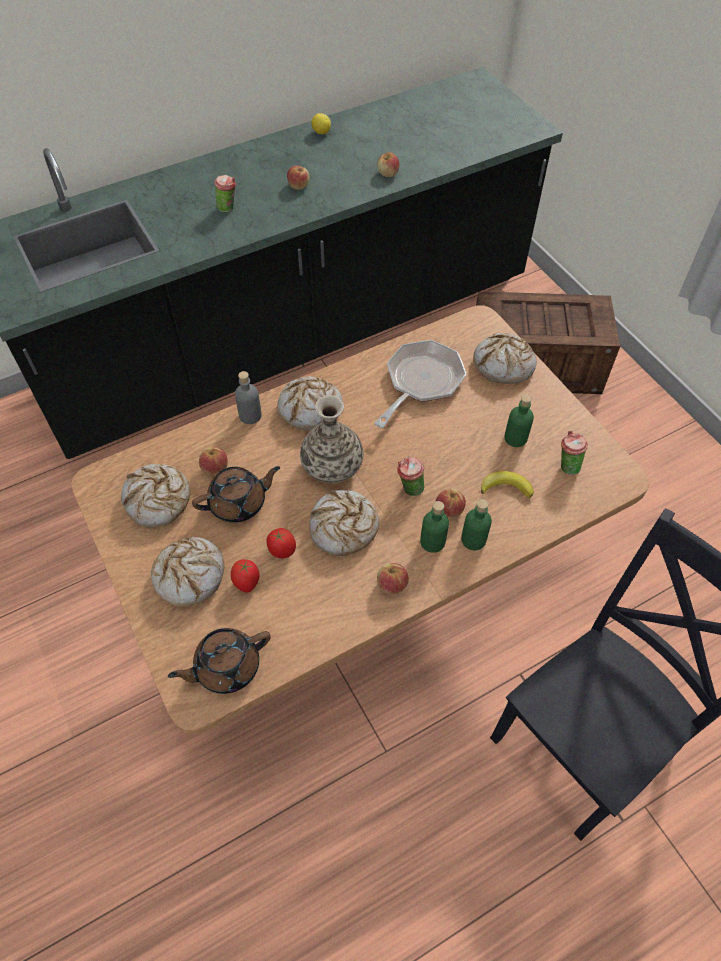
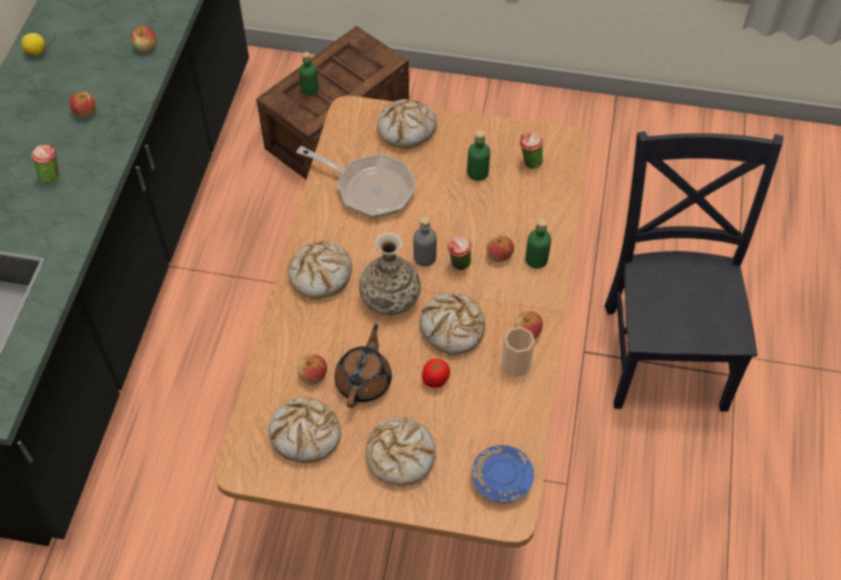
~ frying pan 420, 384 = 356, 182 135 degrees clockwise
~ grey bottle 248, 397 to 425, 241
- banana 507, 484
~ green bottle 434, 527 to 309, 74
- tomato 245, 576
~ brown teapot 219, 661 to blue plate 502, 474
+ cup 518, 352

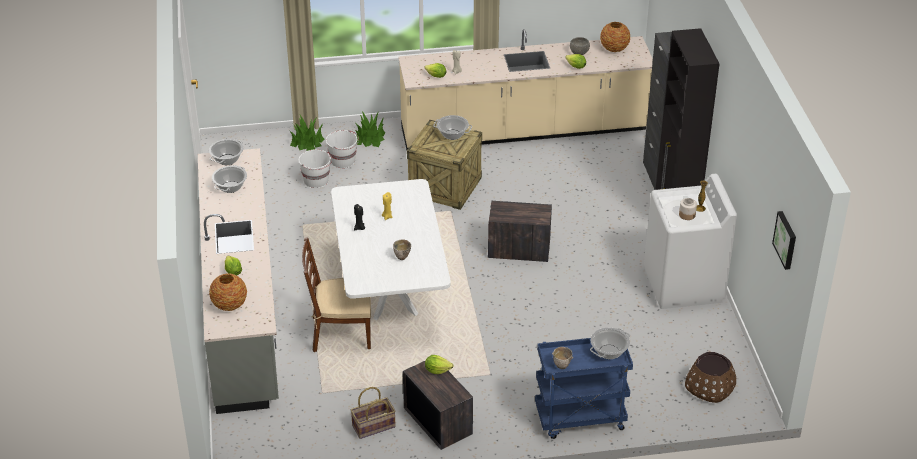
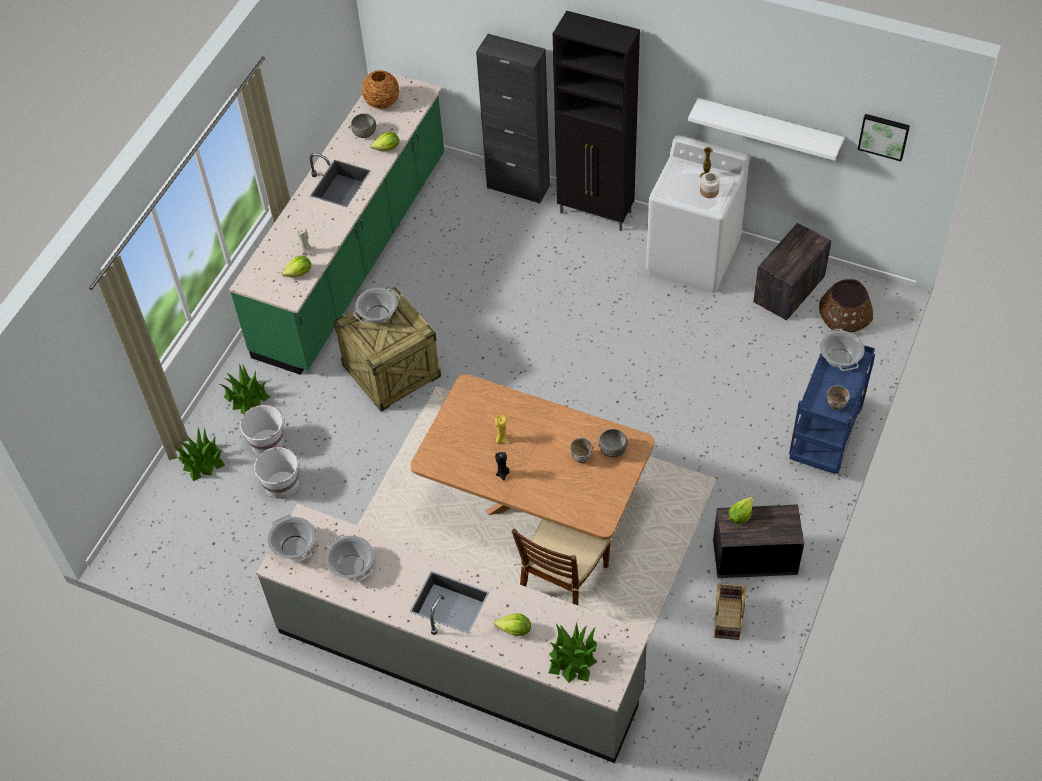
~ beige counter 525, 89 to green counter 336, 222
~ white dining table 390, 249 to brown dining table 532, 457
~ crate 520, 231 to 792, 271
~ vase 228, 292 to potted plant 572, 652
+ white shelf 766, 129
+ grey bowl 613, 443

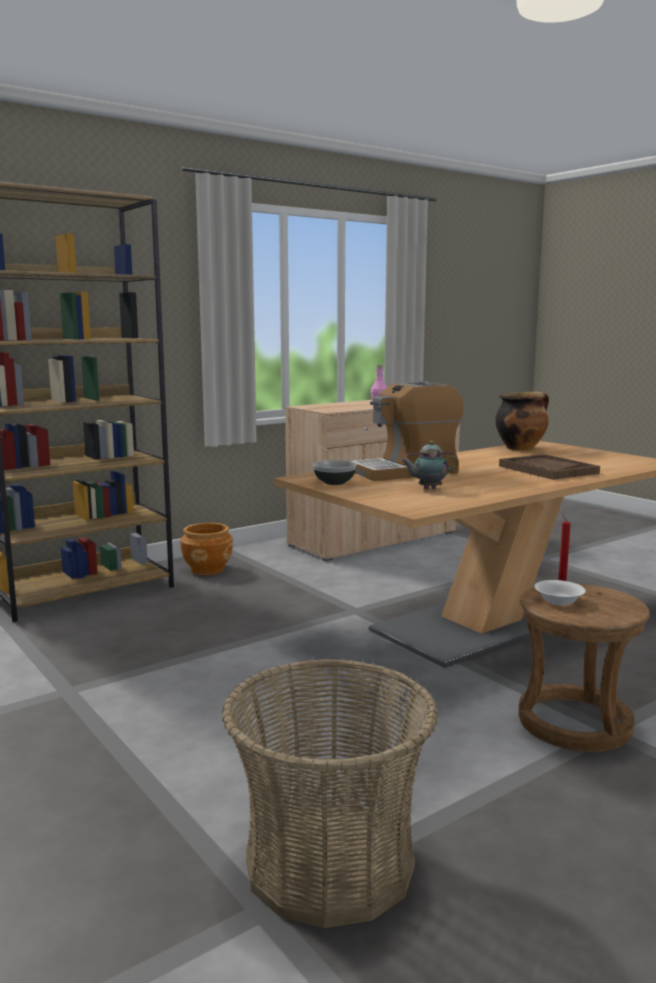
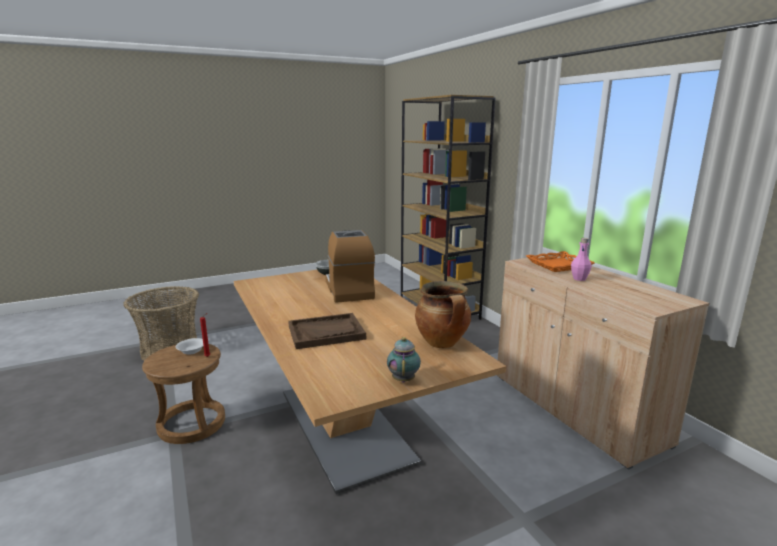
~ teapot 429, 465 to 404, 359
- brown planter 206, 549
+ orange tray 560, 261

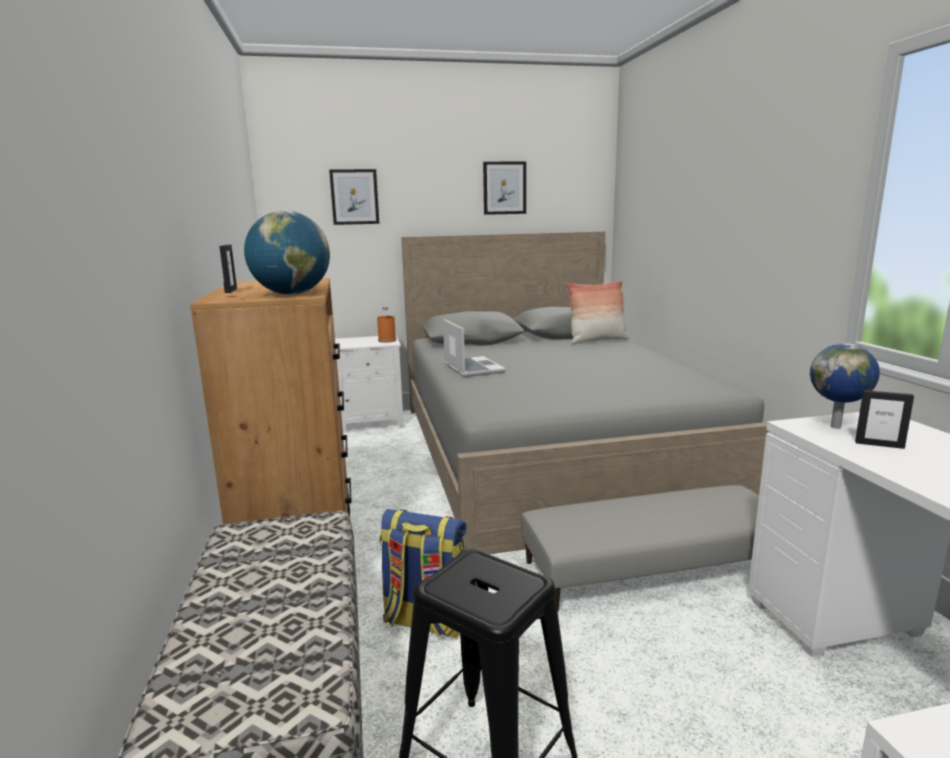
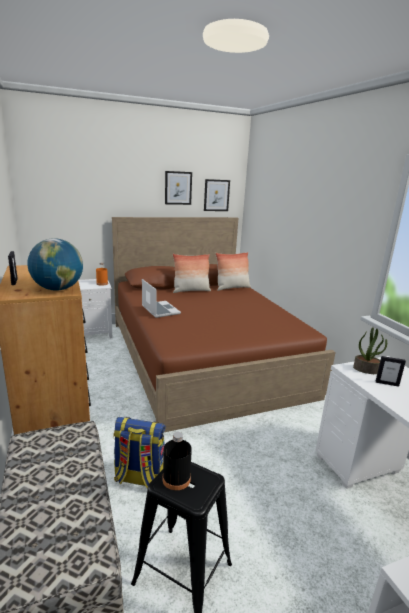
~ picture 354, 197 to 217, 195
~ grey bed 585, 392 to brown bed 223, 324
~ globe 845, 386 to potted plant 370, 350
- grey ottoman 640, 548
+ pillow 192, 273
+ black bottle 177, 461

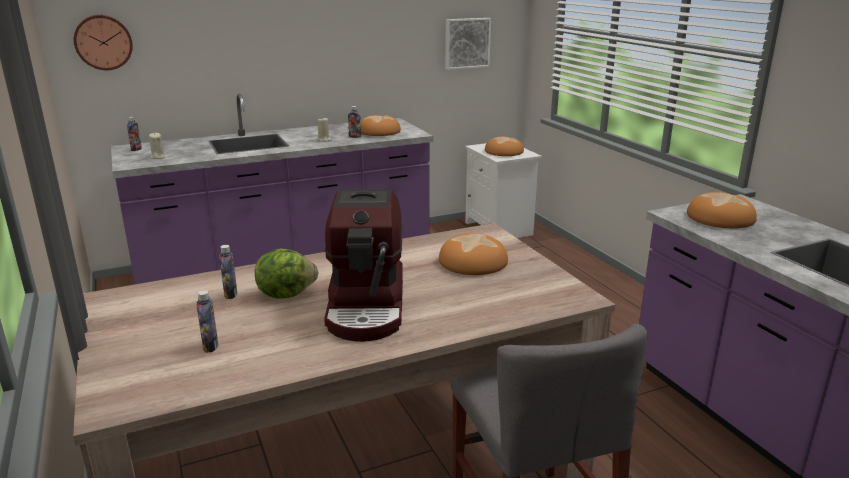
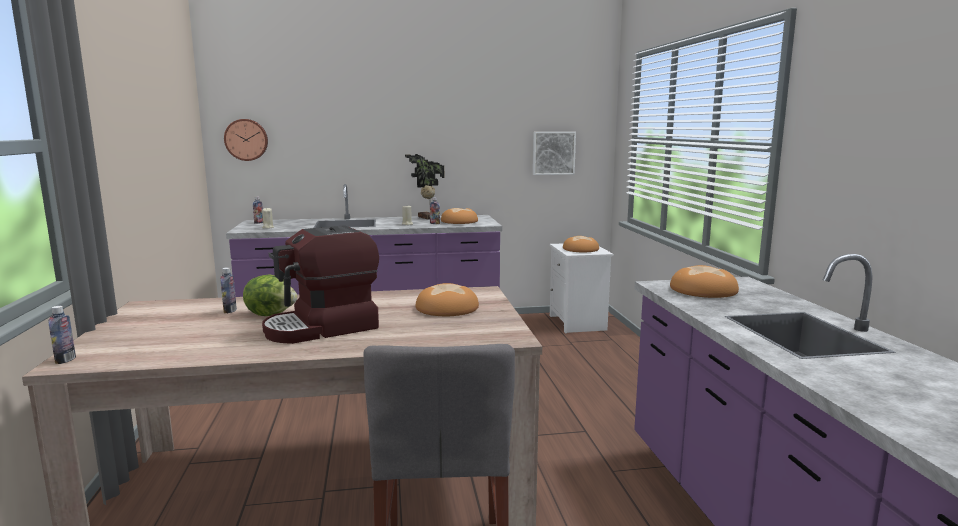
~ coffee machine 363, 265 = 320, 284 45 degrees clockwise
~ bottle 207, 321 to 62, 335
+ potted plant 424, 187

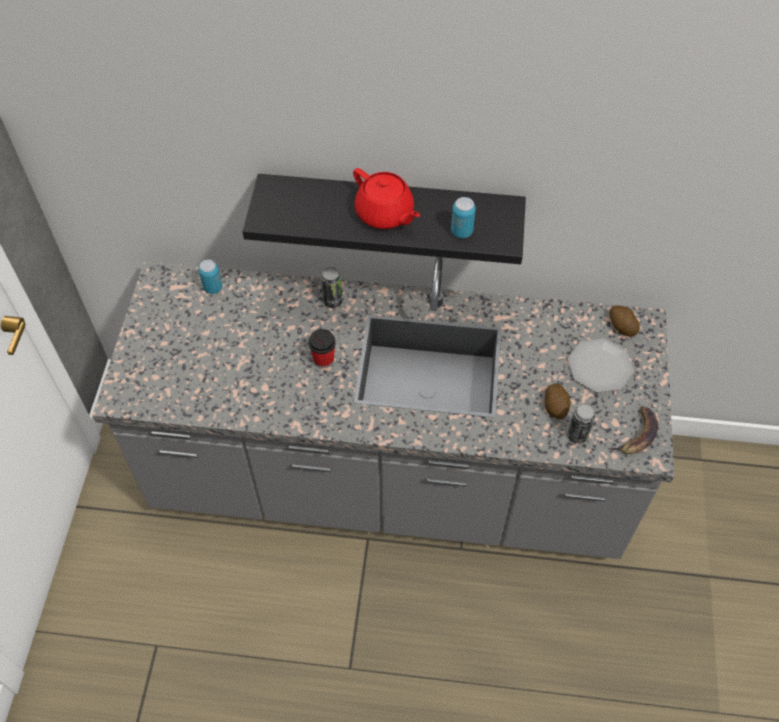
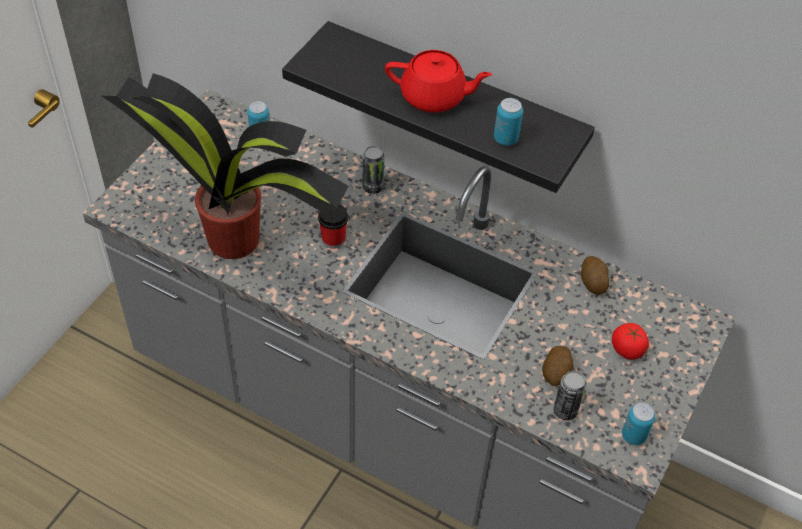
~ red teapot 386, 198 = 438, 81 60 degrees counterclockwise
~ potato 625, 321 to 595, 275
~ plate 601, 366 to tomato 630, 341
~ banana 633, 430 to can 638, 424
+ potted plant 225, 166

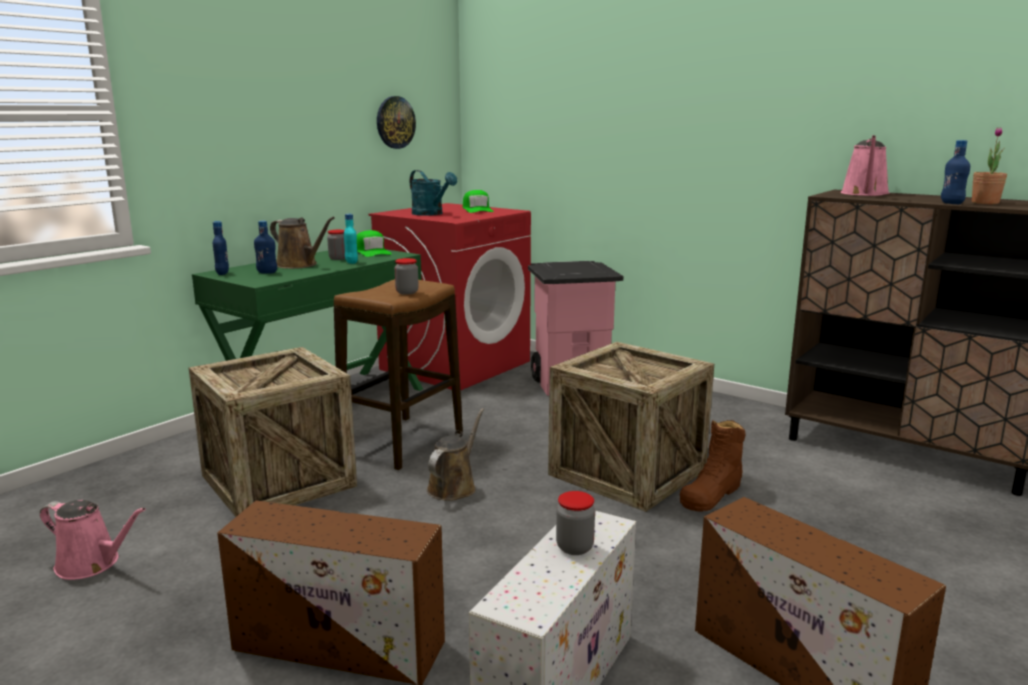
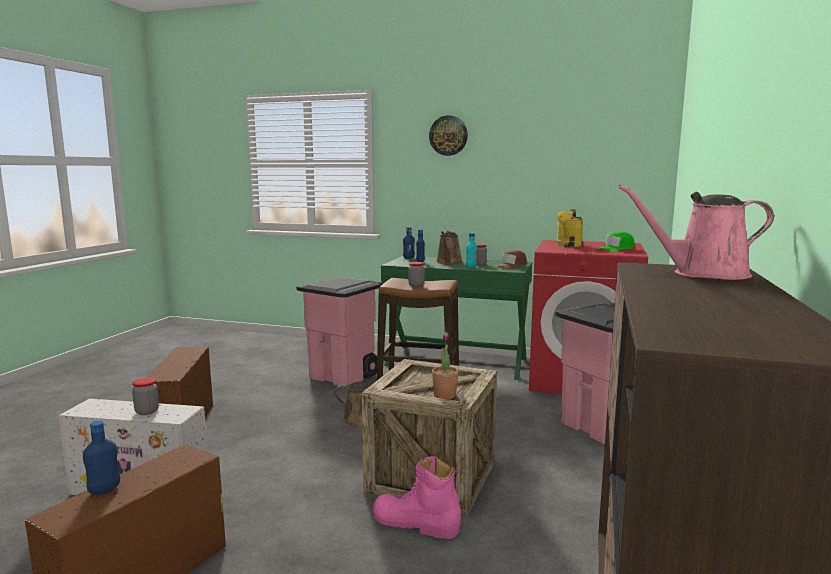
~ wall clock 396, 122 to 448, 135
~ potted plant 989, 165 to 445, 365
~ blue bottle 955, 172 to 101, 458
~ turquoise watering can 433, 193 to yellow watering can 570, 228
~ green cap 374, 243 to brown cap 511, 259
~ crate 273, 432 to pink trash can 339, 331
~ brown boot 713, 466 to pink boot 417, 497
- pink watering can 93, 540

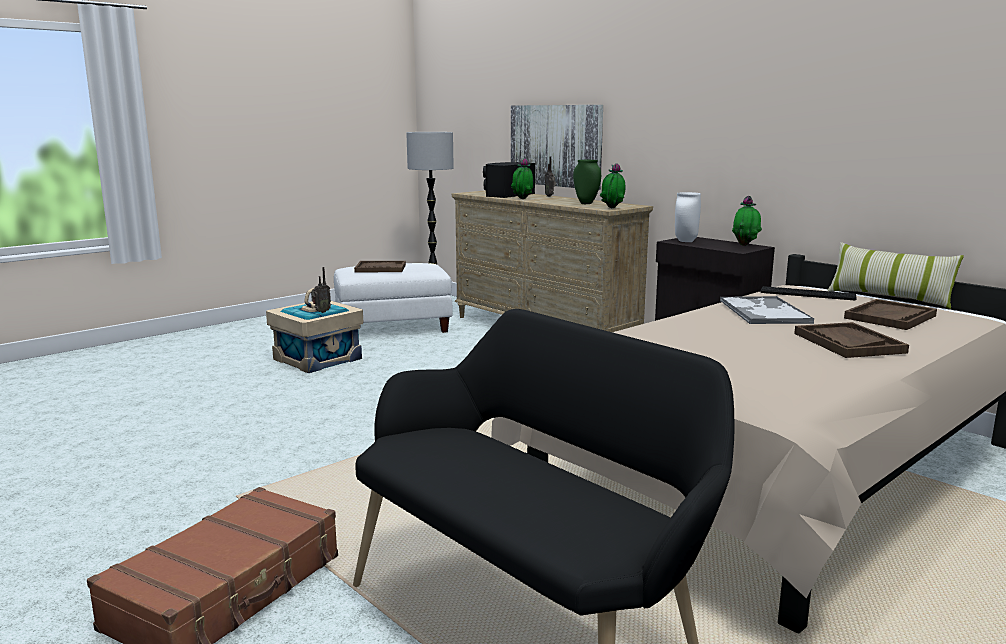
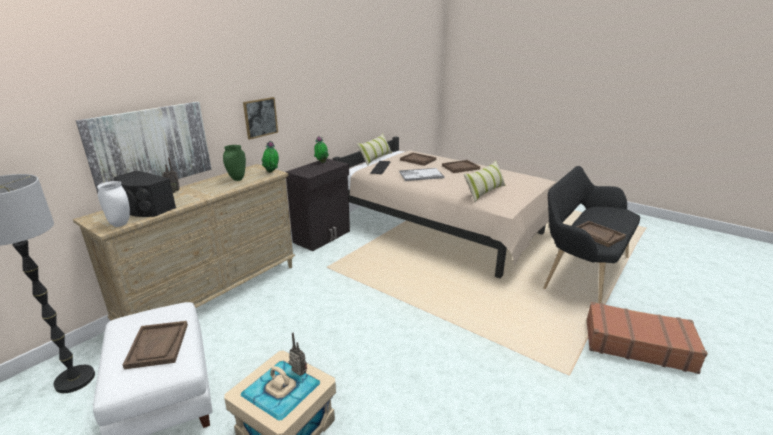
- potted plant 522, 178
~ white vase 688, 217 to 113, 204
+ picture 260, 118
+ pillow 485, 181
+ brown tray 601, 234

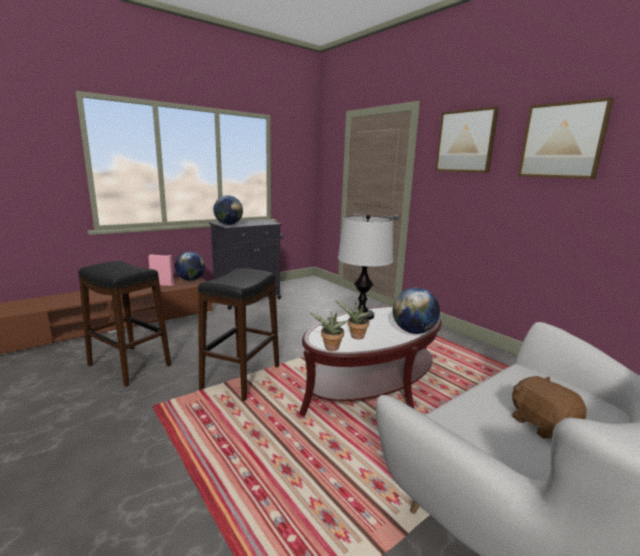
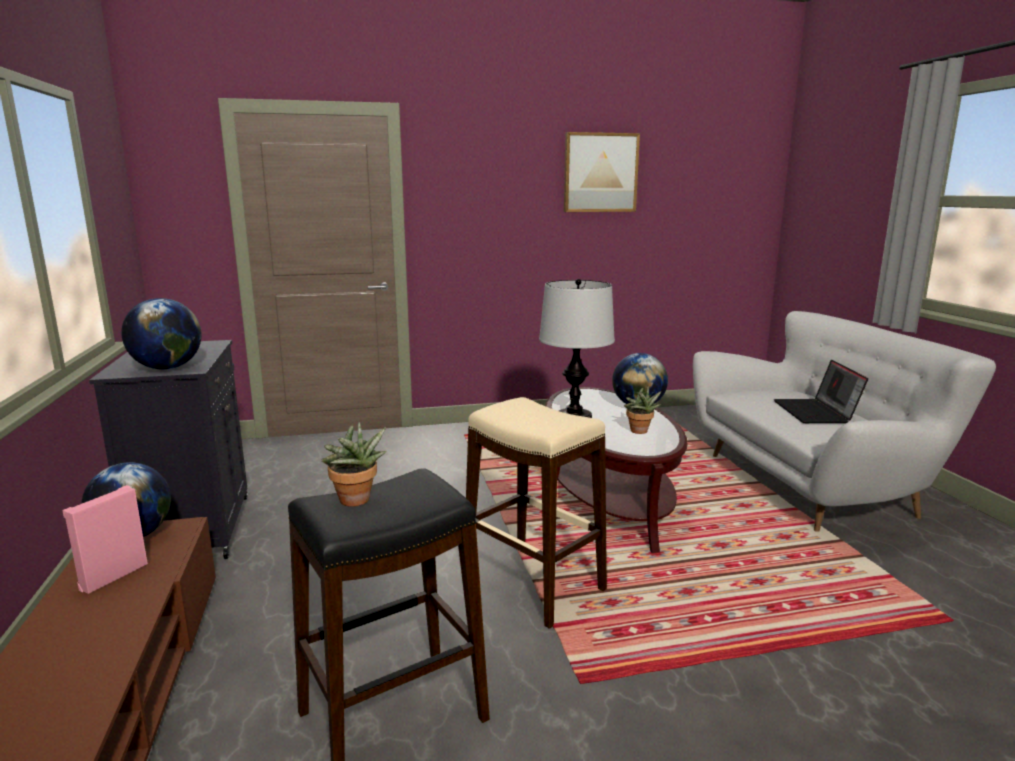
- picture 467, 139
~ black stool 238, 334 to beige stool 536, 513
~ potted plant 329, 331 to 354, 464
~ brown plush toy 549, 407 to laptop 821, 391

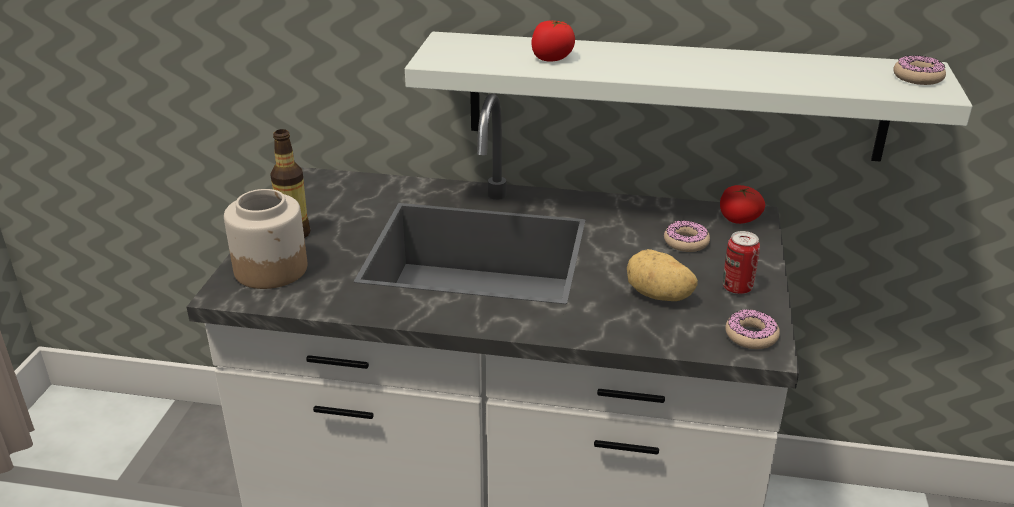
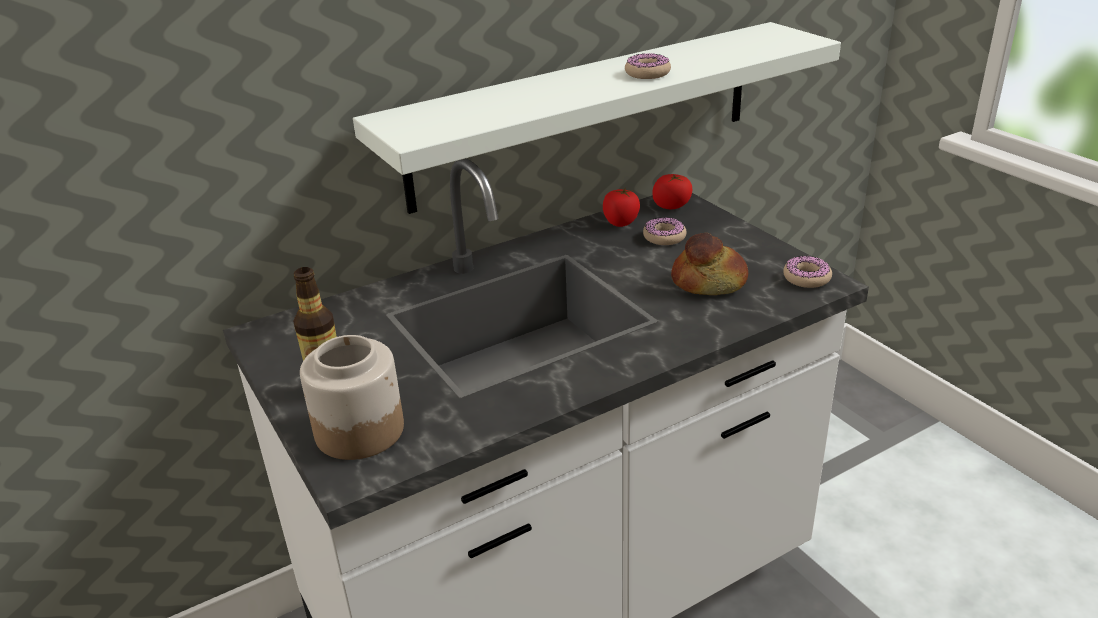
~ tomato 553, 41 to 621, 207
~ donut 919, 70 to 648, 66
- can 741, 262
~ potato 662, 275 to bread 709, 264

